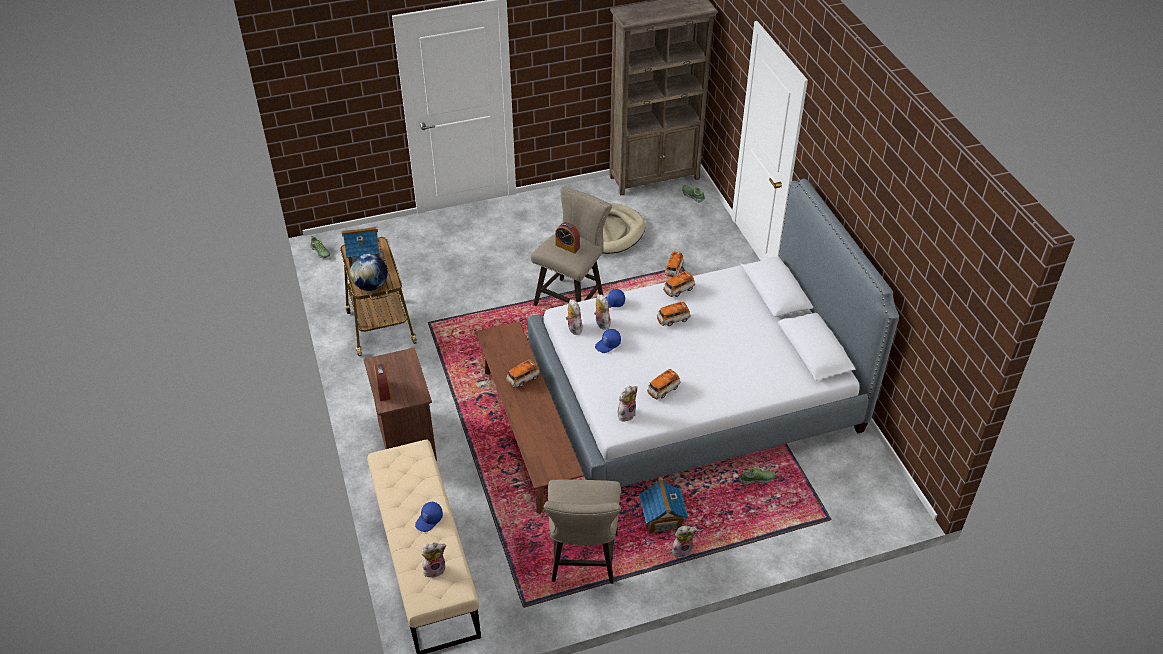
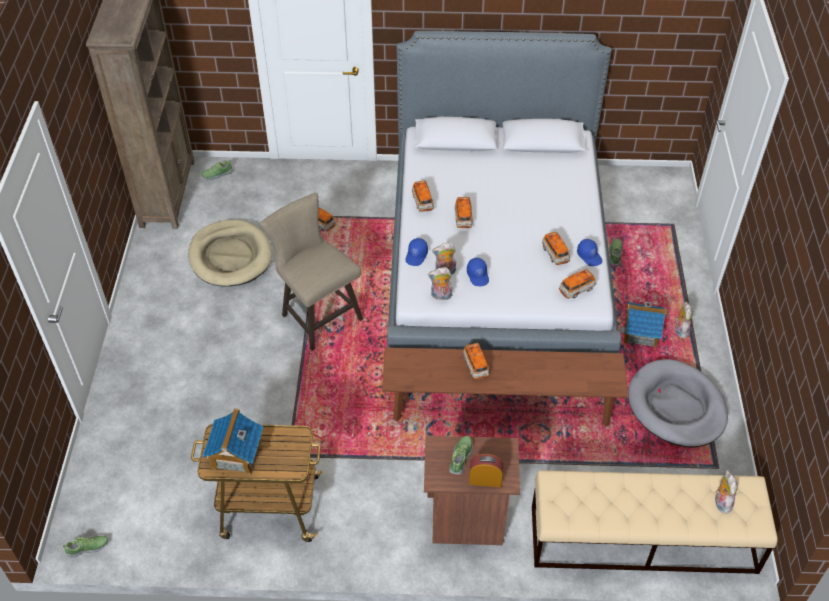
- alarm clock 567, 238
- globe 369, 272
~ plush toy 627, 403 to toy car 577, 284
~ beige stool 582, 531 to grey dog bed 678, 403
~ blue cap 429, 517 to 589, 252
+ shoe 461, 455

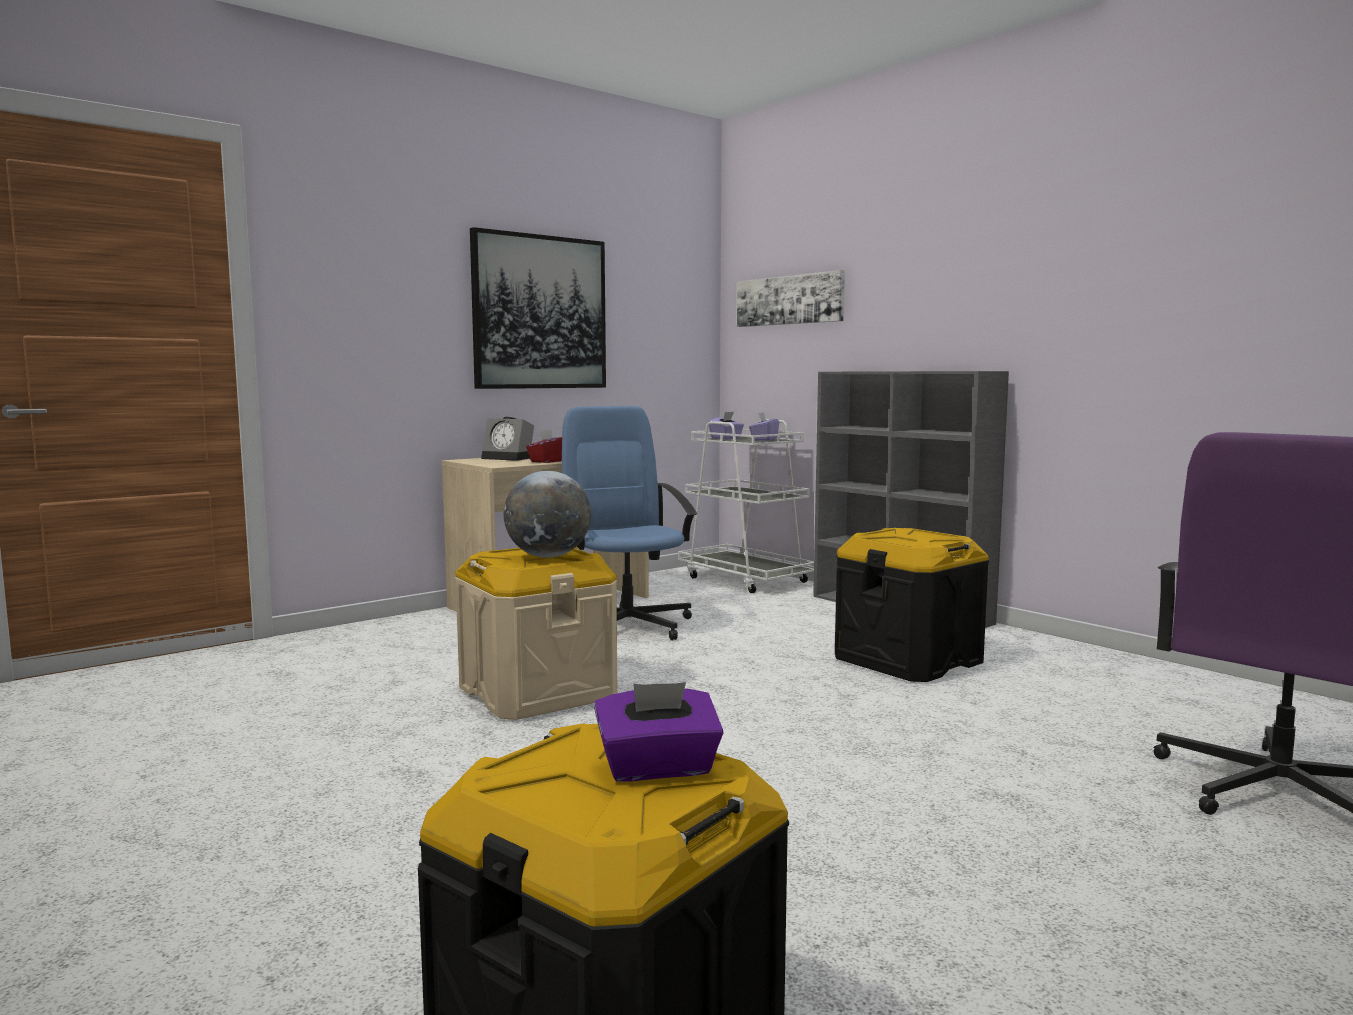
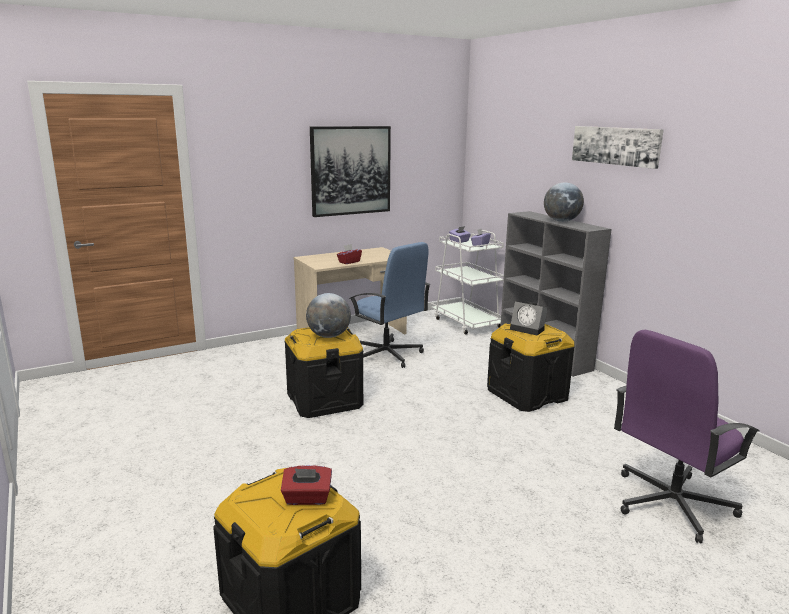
~ picture 791, 298 to 617, 147
~ blue office chair 629, 523 = 389, 305 150 degrees clockwise
~ alarm clock 507, 439 to 529, 319
~ beige storage box 536, 633 to black storage box 324, 372
~ purple tissue box 659, 732 to red tissue box 306, 485
+ globe 564, 202

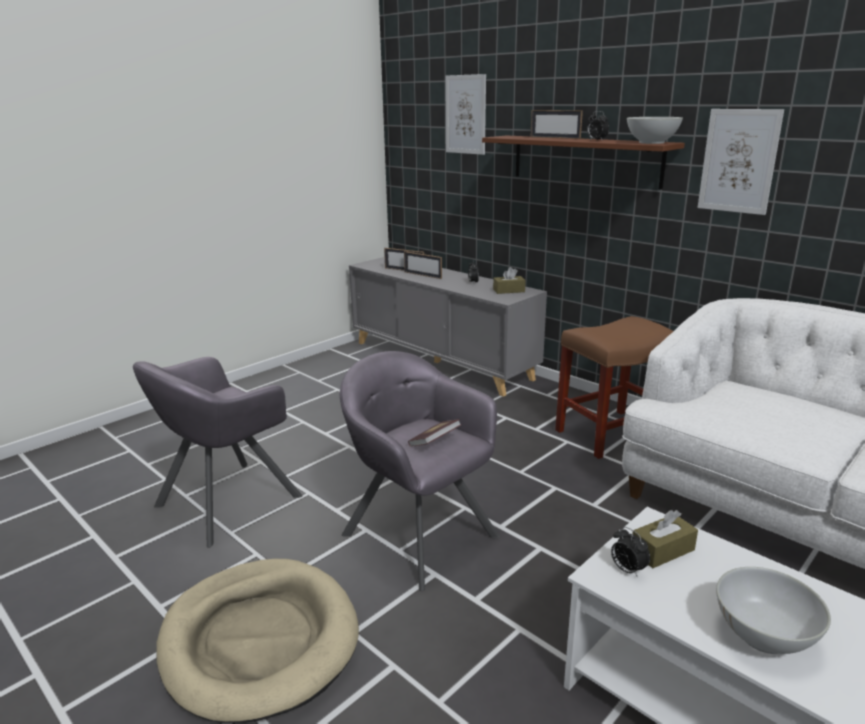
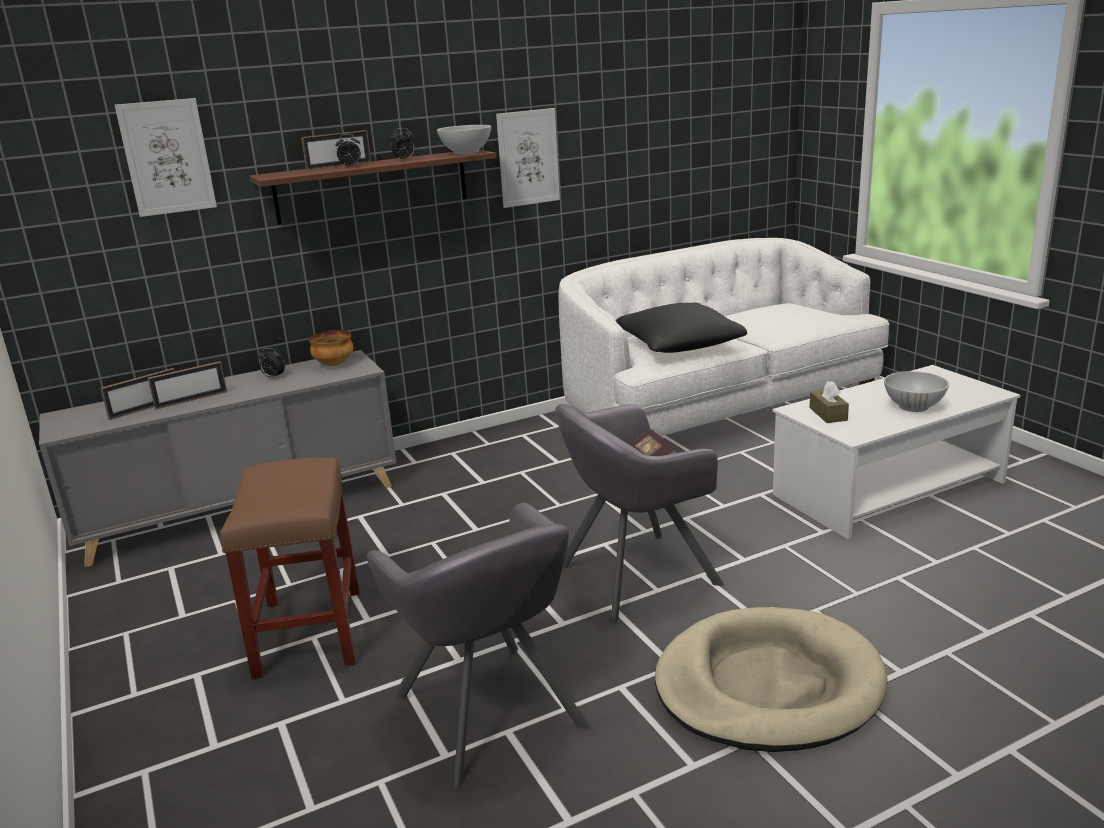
~ brown tissue box 509, 280 to bowl 331, 348
~ brown stool 614, 387 to 290, 568
~ alarm clock 630, 552 to 348, 150
+ black pillow 681, 328

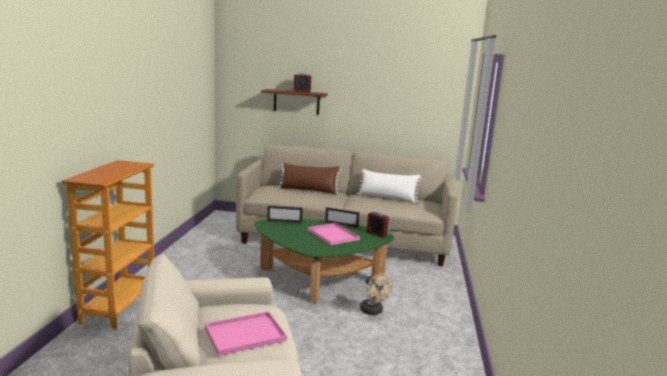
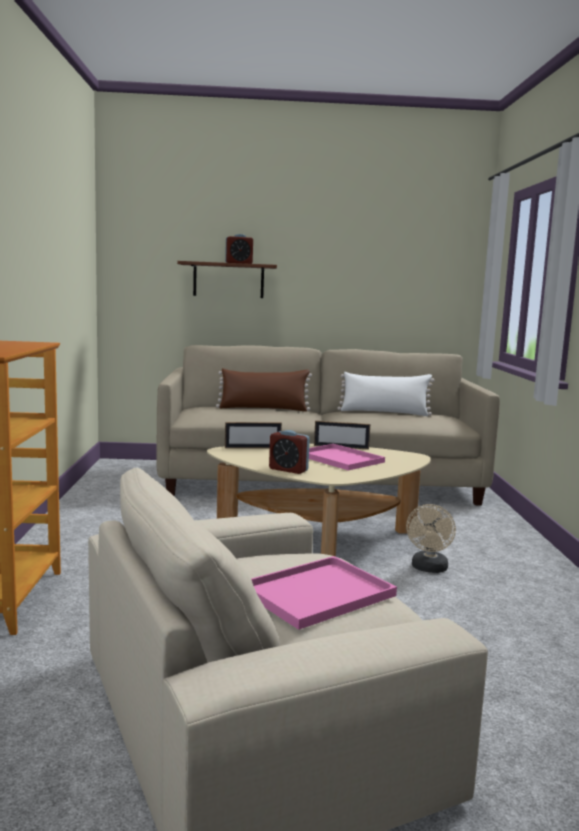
~ alarm clock 379, 224 to 289, 452
~ green coffee table 324, 261 to beige coffee table 319, 500
~ beige fan 376, 294 = 431, 538 60 degrees clockwise

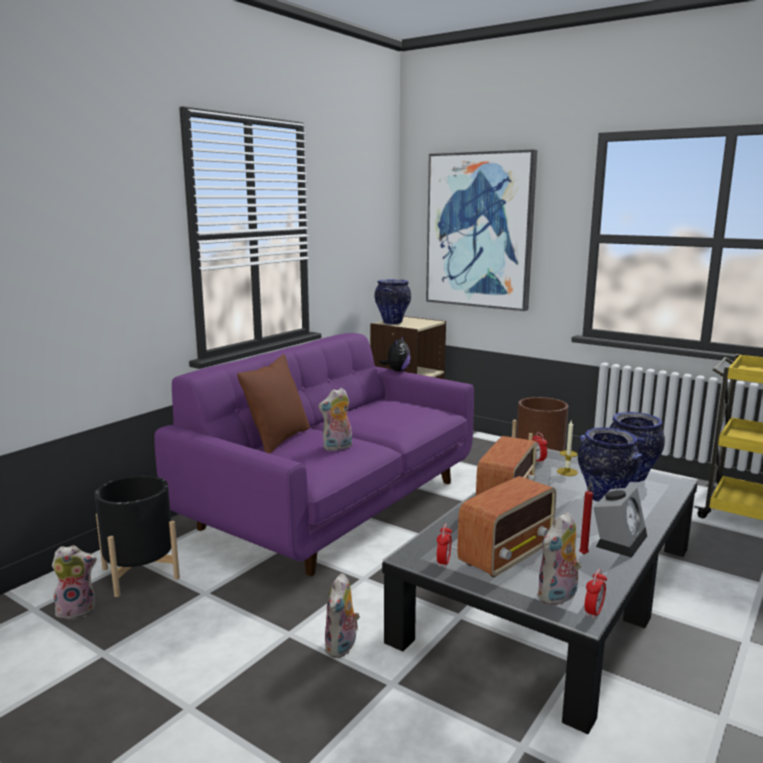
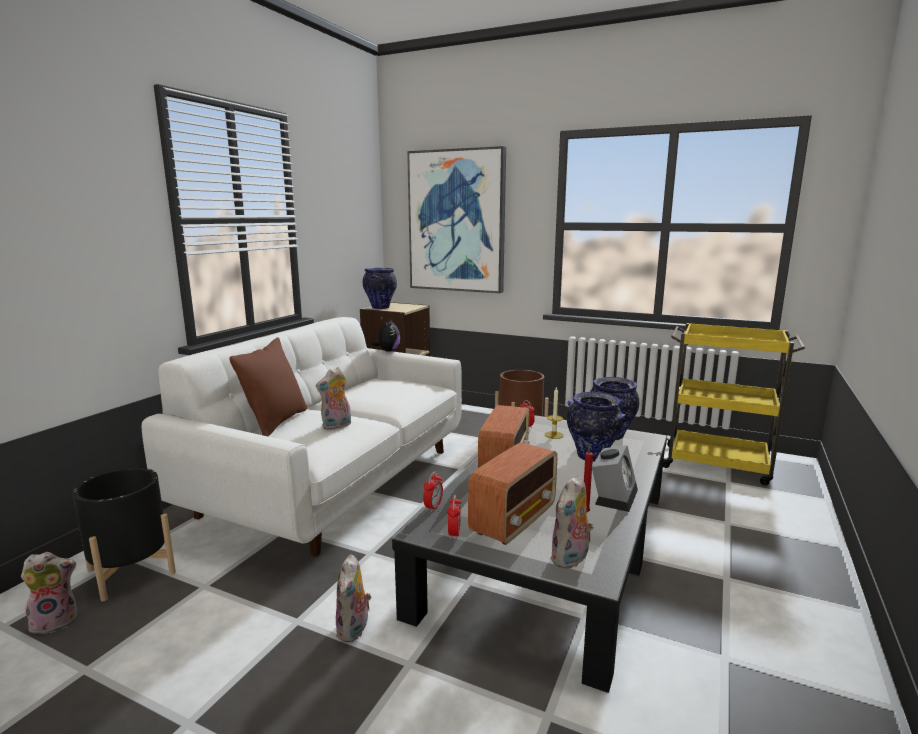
~ purple sofa 314, 454 to white sofa 302, 437
~ alarm clock 596, 594 to 433, 491

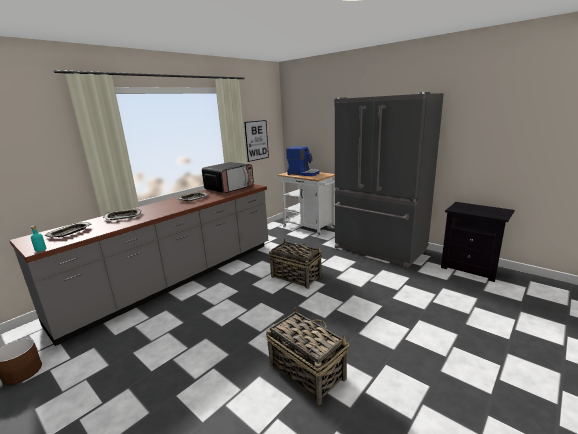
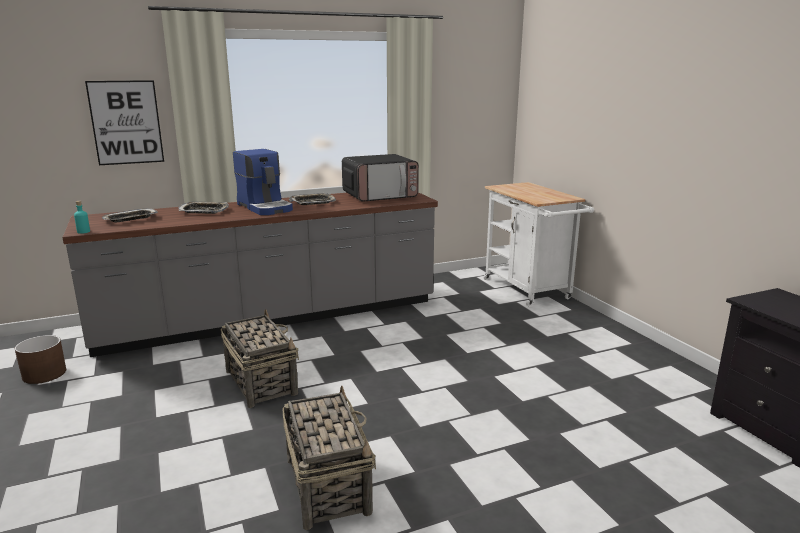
- grey fridge 389, 180
~ picture 256, 141 to 124, 122
~ coffee machine 302, 161 to 263, 182
~ basket 295, 263 to 260, 358

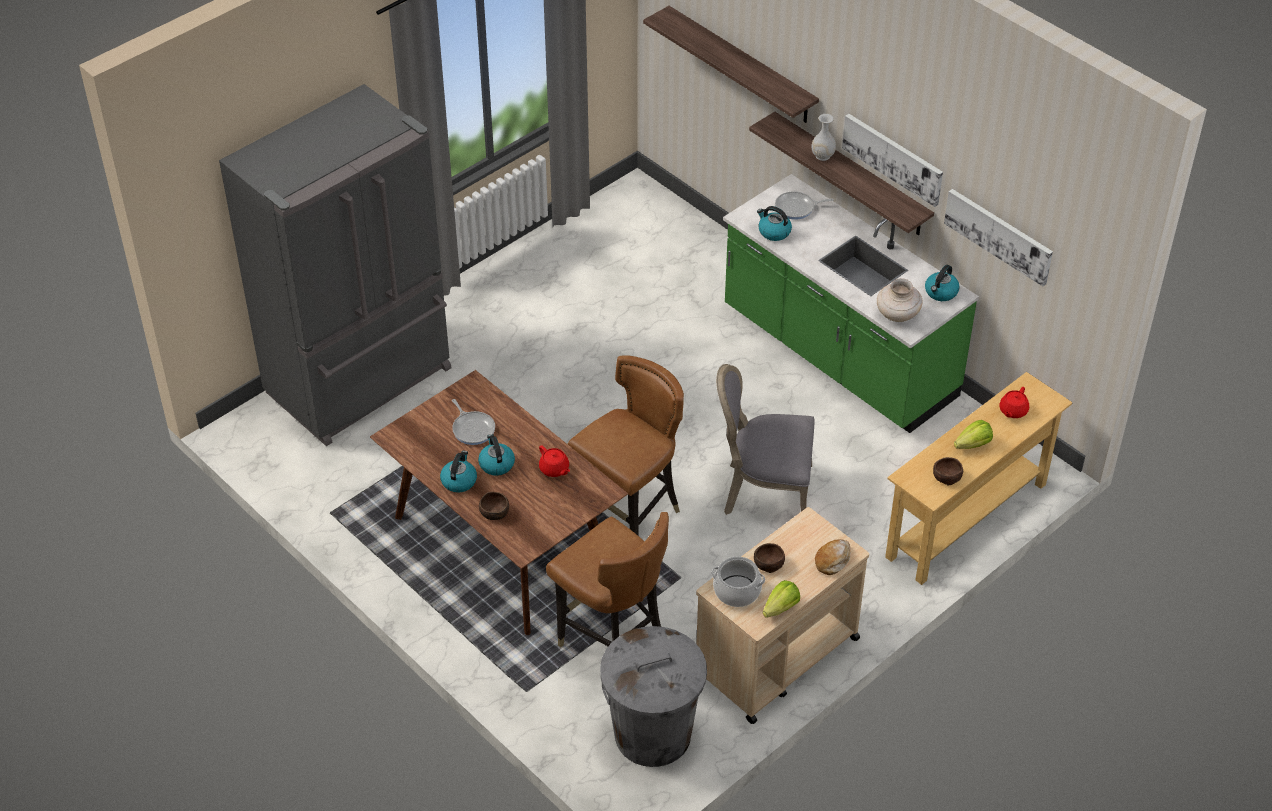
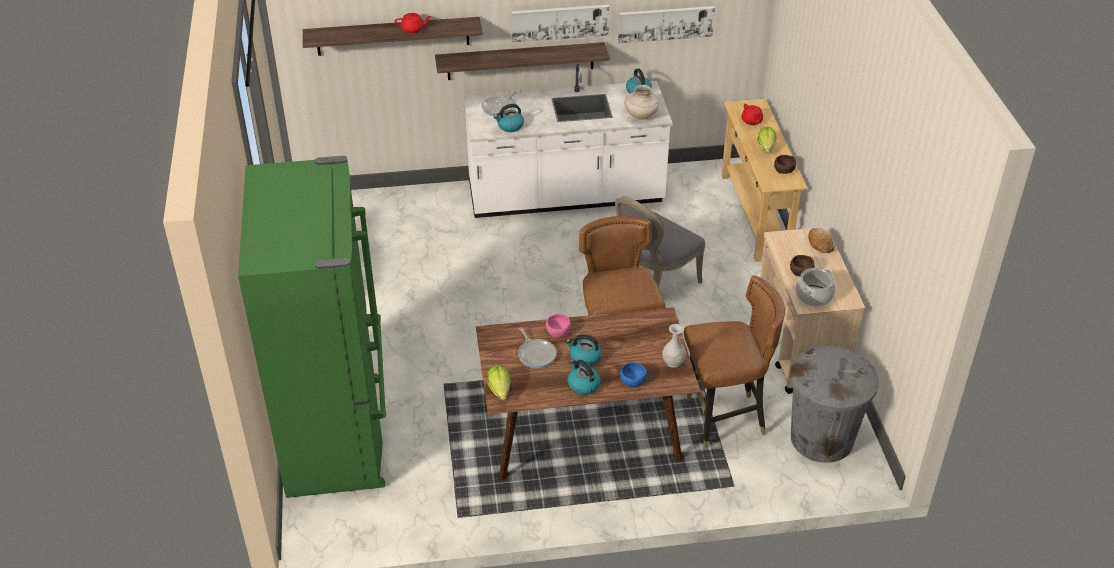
~ grey fridge 335, 265 to green fridge 312, 327
~ white vase 823, 137 to 674, 346
~ green counter 851, 303 to white counter 568, 141
~ frying pan 473, 422 = 537, 347 60 degrees clockwise
~ red teapot 554, 461 to 413, 23
~ brown bowl 494, 505 to blue bowl 633, 375
~ lettuce 781, 599 to 498, 382
+ pink bowl 558, 326

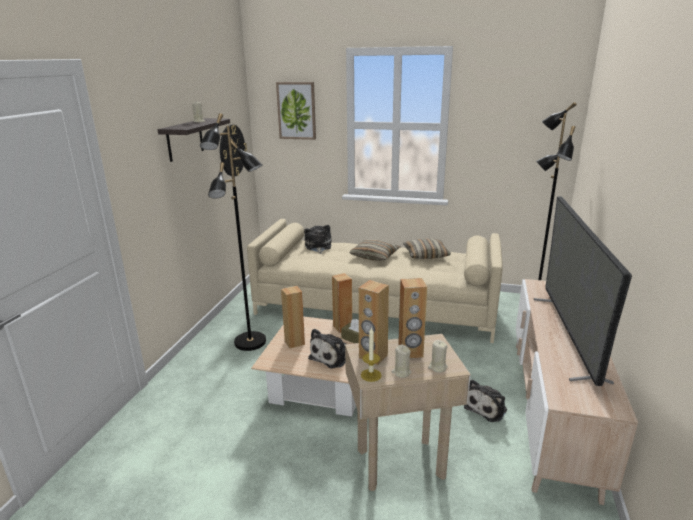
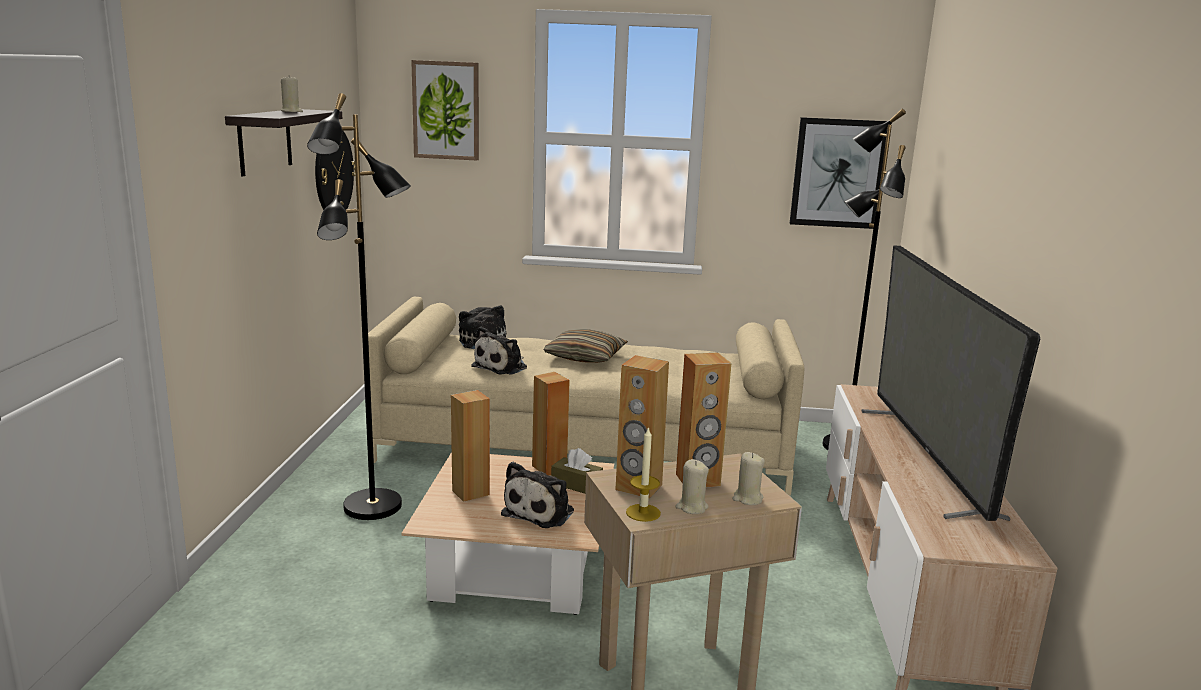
- pillow 427, 248
~ plush toy 485, 400 to 499, 350
+ picture 838, 173

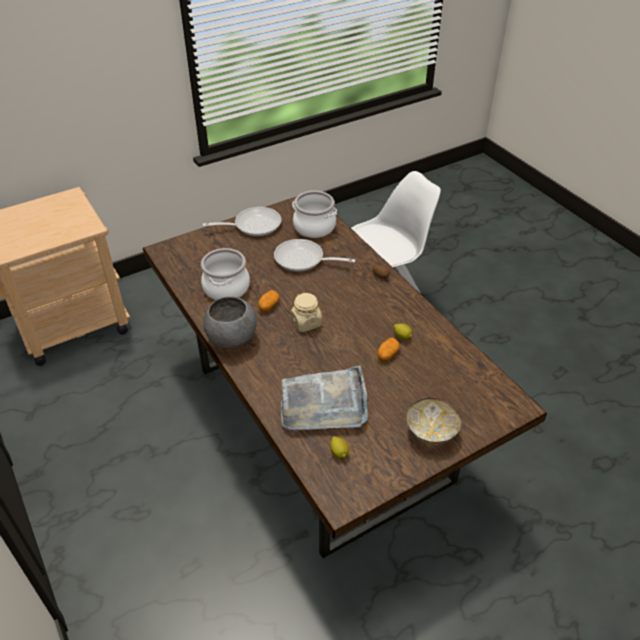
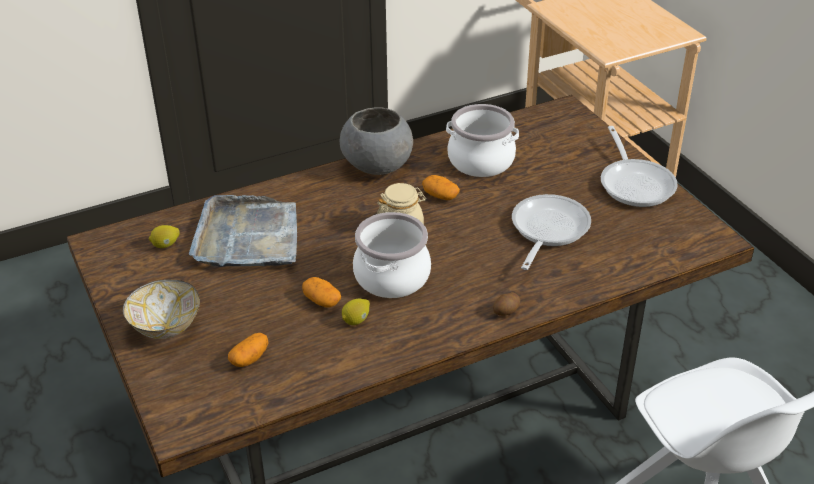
~ cooking pot 314, 214 to 392, 255
+ potato 248, 350

